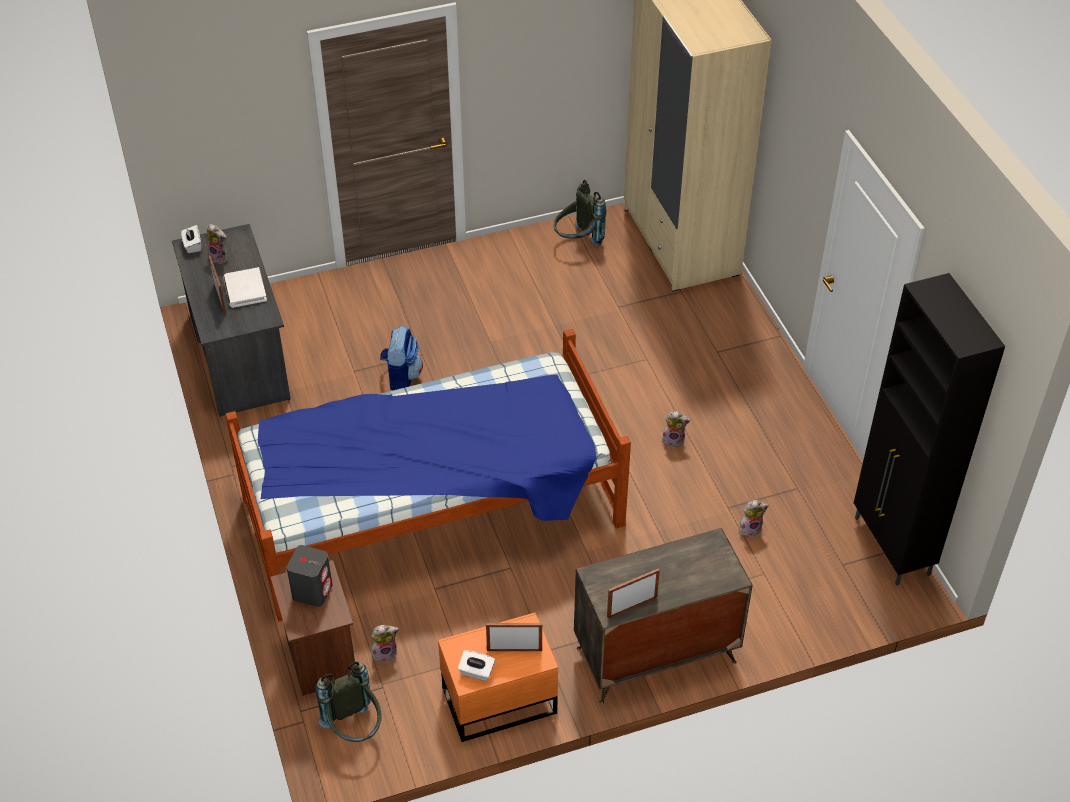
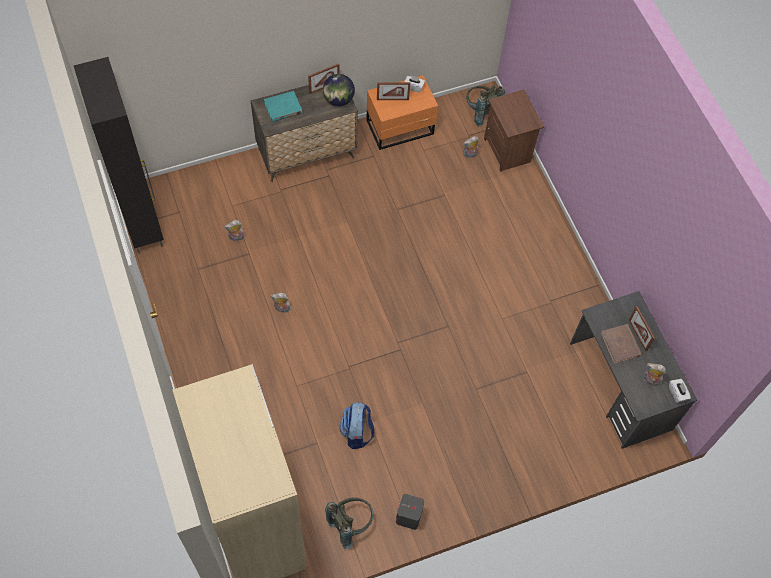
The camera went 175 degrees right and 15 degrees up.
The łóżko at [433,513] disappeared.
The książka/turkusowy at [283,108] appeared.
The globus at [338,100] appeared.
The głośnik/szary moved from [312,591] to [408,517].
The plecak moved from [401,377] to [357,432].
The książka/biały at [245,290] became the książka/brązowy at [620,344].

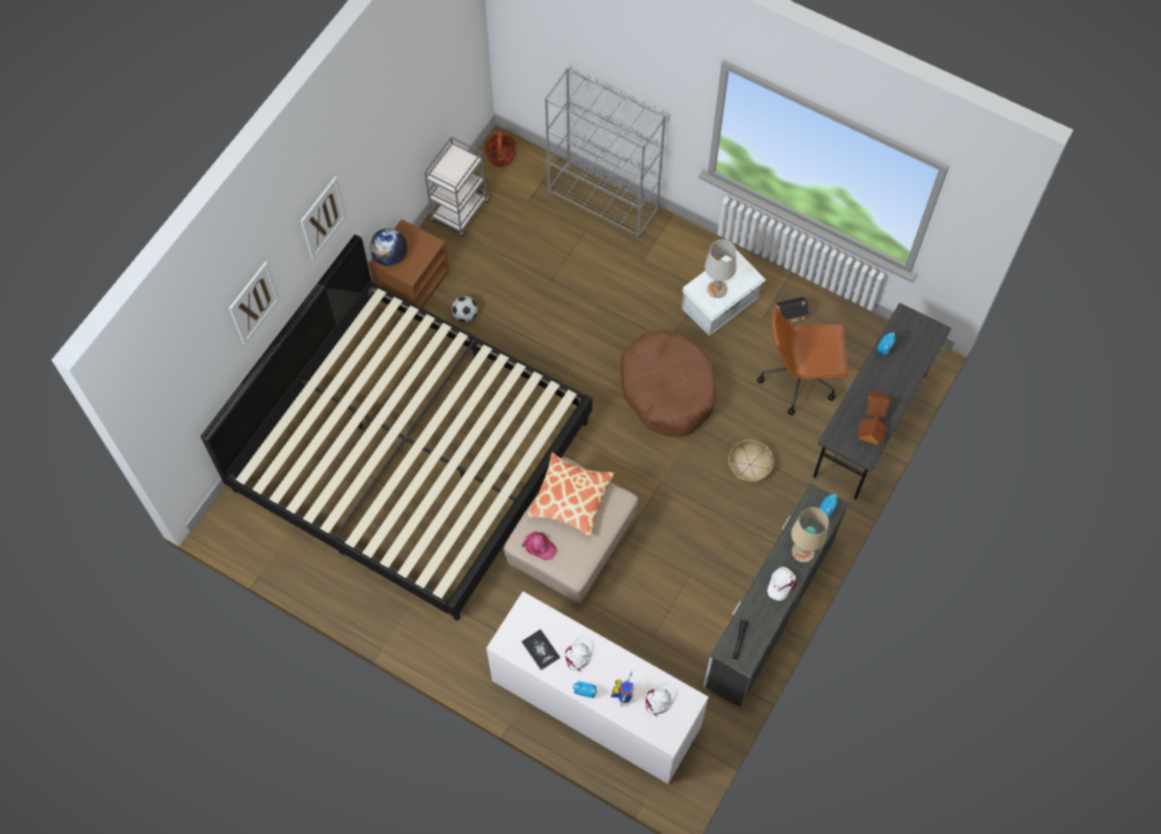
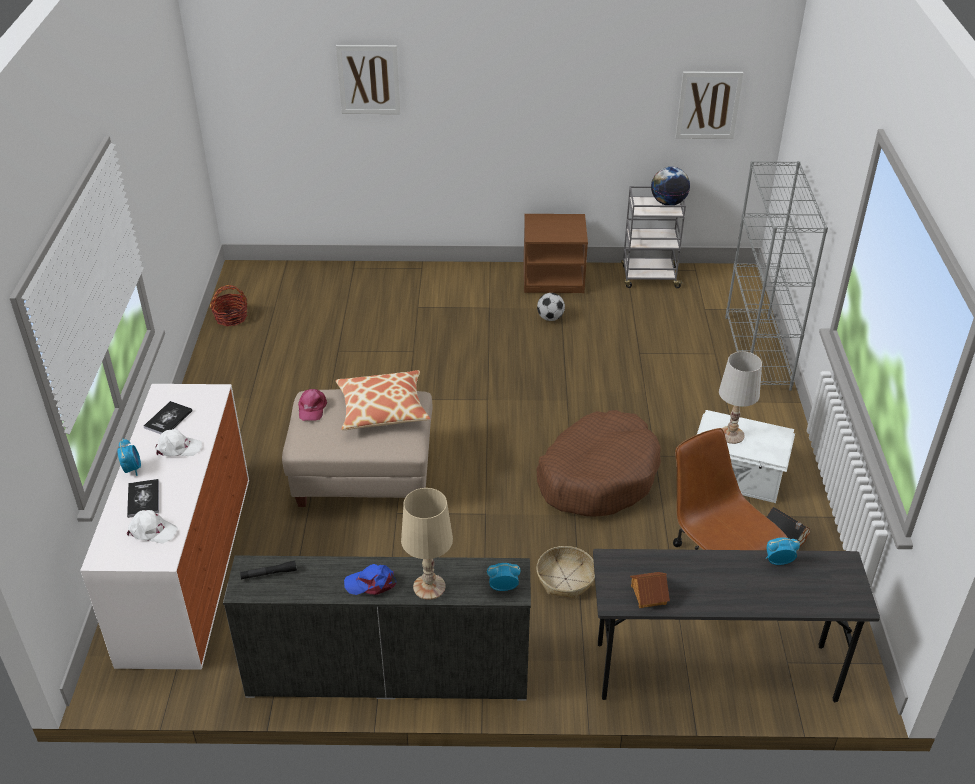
The camera went 60 degrees right and 25 degrees down.
The łóżko at [411,454] disappeared.
The domek at [875,407] disappeared.
The obraz moved from [323,218] to [708,105].
The globus moved from [390,256] to [668,203].
The koszyk moved from [501,155] to [231,317].
The robot zabawkowy at [623,695] was replaced by the książka at [143,499].
The czapka z daszkiem/biały at [781,583] became the czapka z daszkiem/niebieski at [371,583].

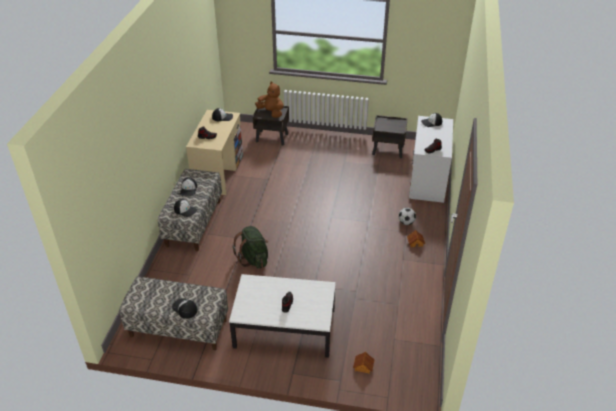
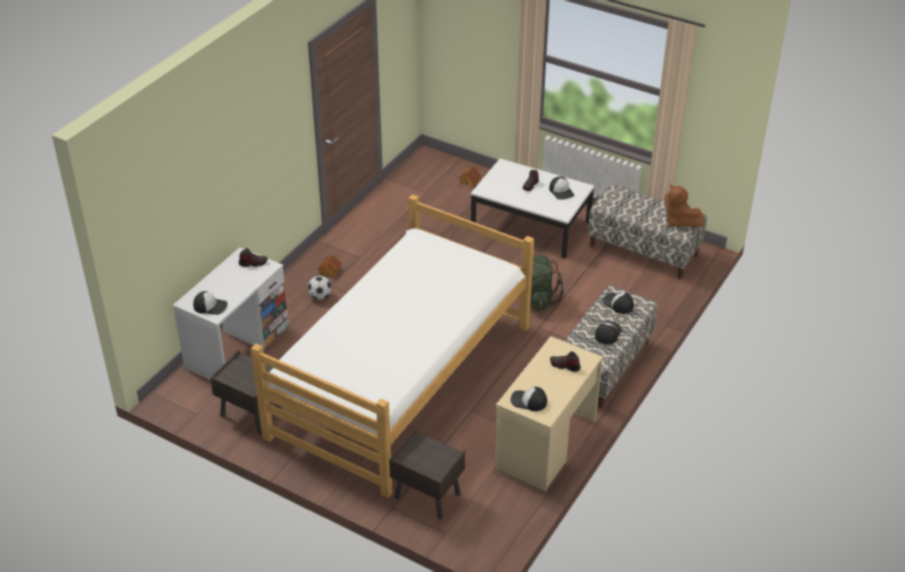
The camera went 160 degrees left and 0 degrees up.
The łóżko at [401,380] appeared.
The czapka z daszkiem moved from [184,309] to [561,191].
The pluszak/brązowy moved from [271,112] to [679,222].

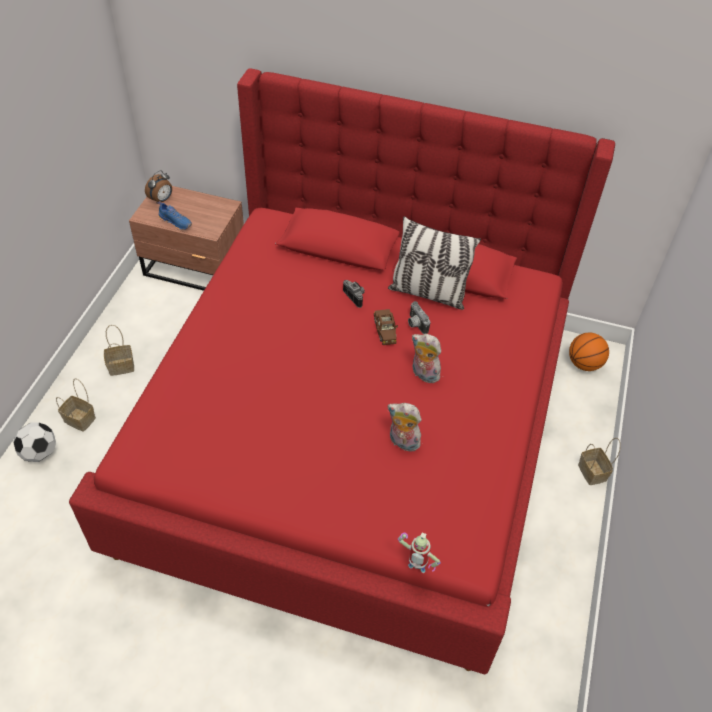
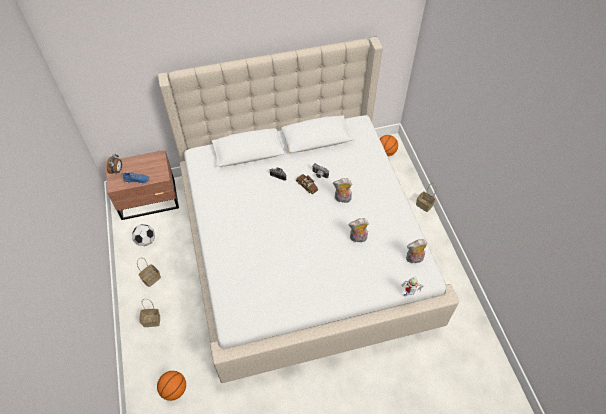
The camera went 30 degrees left and 5 degrees up.
The poduszka at [428,293] disappeared.
The piłka do koszykówki at [174,389] appeared.
The pluszak at [414,259] appeared.
The piłka futbolowa moved from [40,453] to [146,240].
The łóżko/czerwony at [353,434] became the łóżko/beżowy at [303,247].

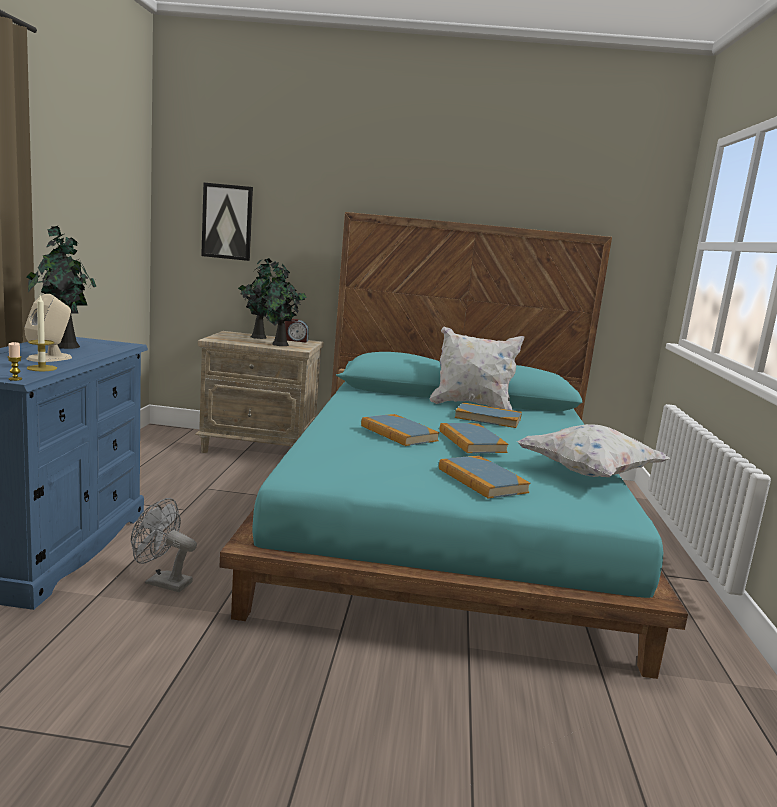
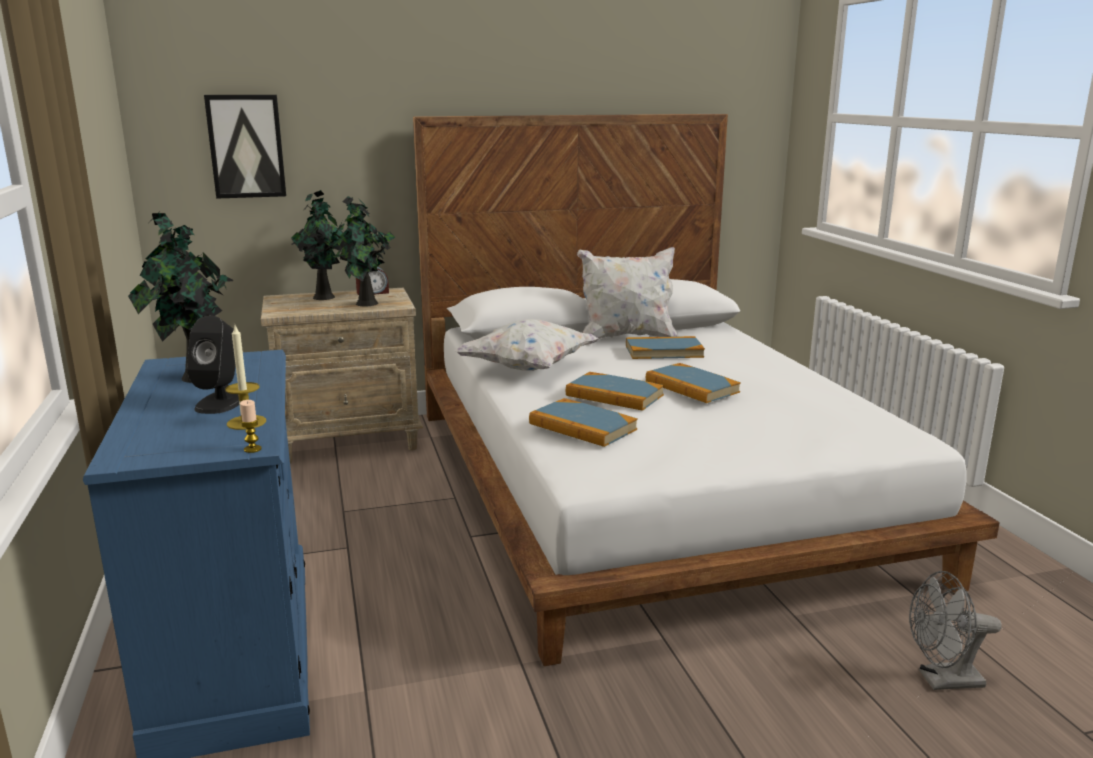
The camera went 20 degrees left and 5 degrees up.
The wentylator/szary moved from [162,582] to [942,681].
The książka moved from [482,480] to [582,427].
The poduszka/biały moved from [589,474] to [528,368].
The głośnik/beżowy at [50,358] became the głośnik/czarny at [221,402].
The łóżko/turkusowy at [446,528] became the łóżko/biały at [648,486].

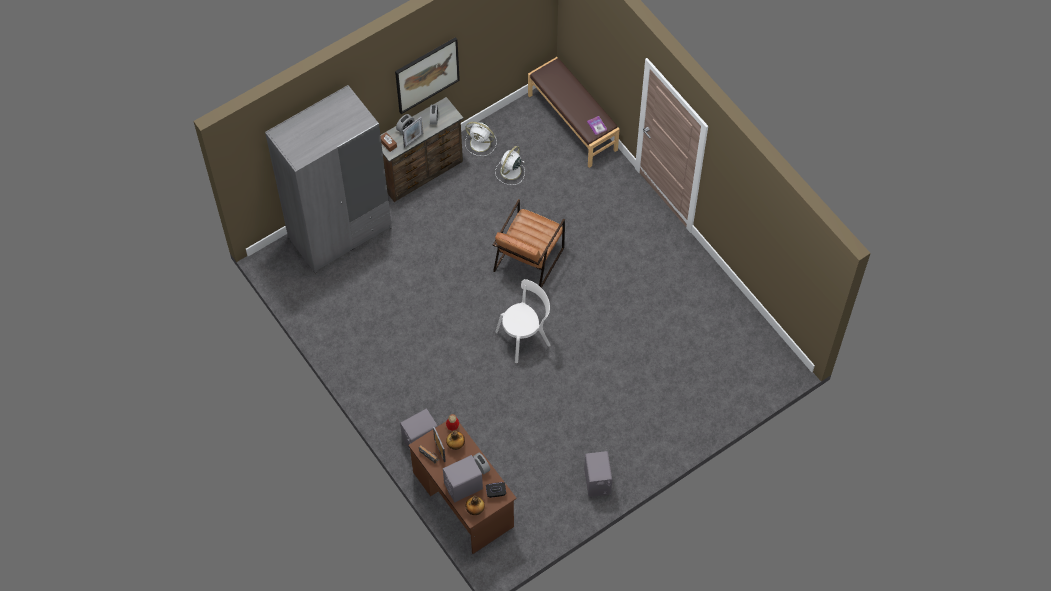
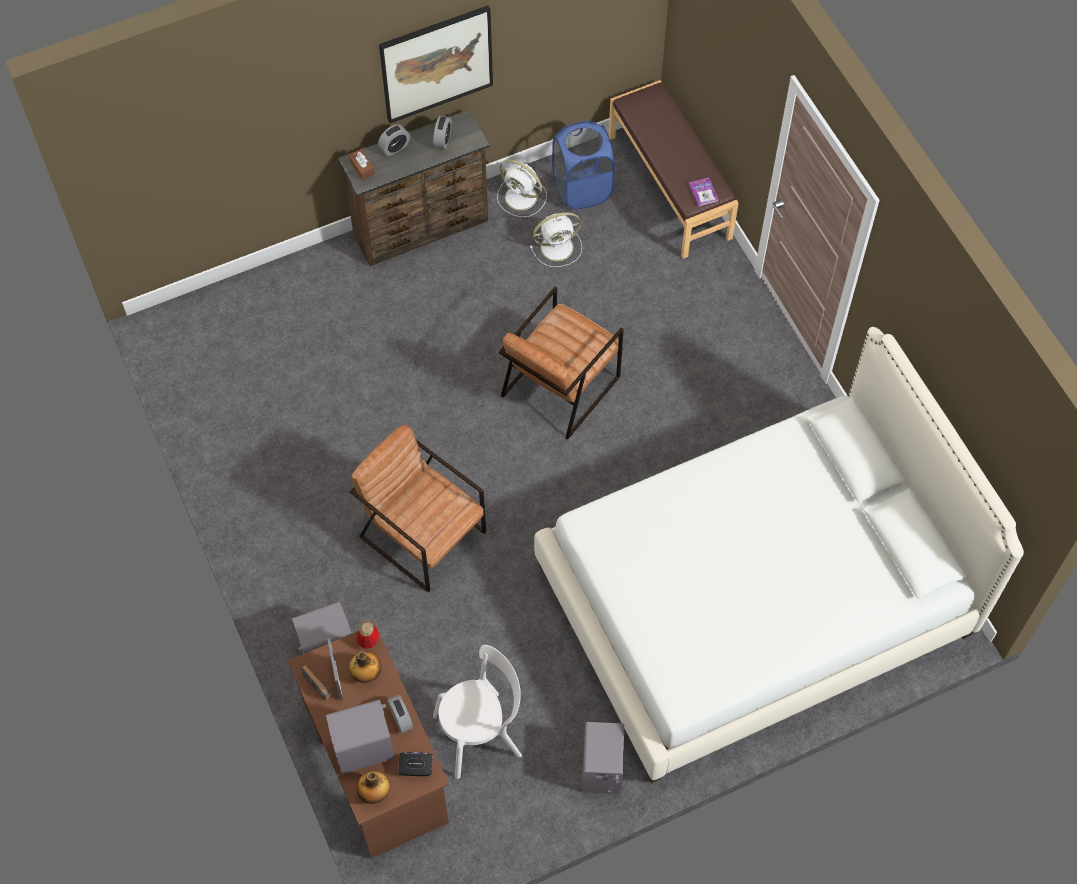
The camera went 10 degrees right and 0 degrees up.
The szafa/szary at [340,233] disappeared.
The ramka na zdjęcie at [413,140] disappeared.
The fotel/brązowy at [423,533] appeared.
The łóżko/biały at [755,599] appeared.
The kosz na pranie/niebieski at [582,189] appeared.
The krzesło/biały moved from [525,337] to [481,733].
The wentylator/biały at [510,171] turned 150 degrees counterclockwise.

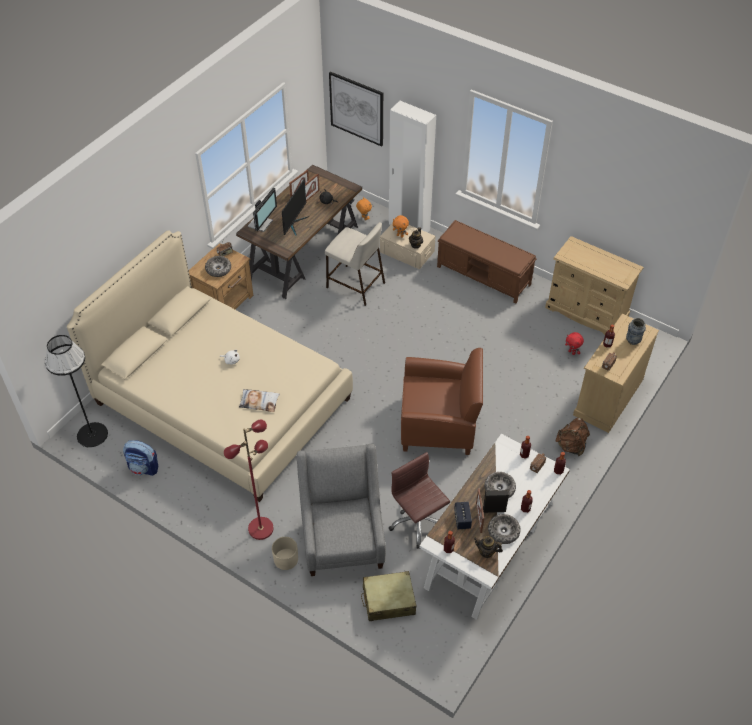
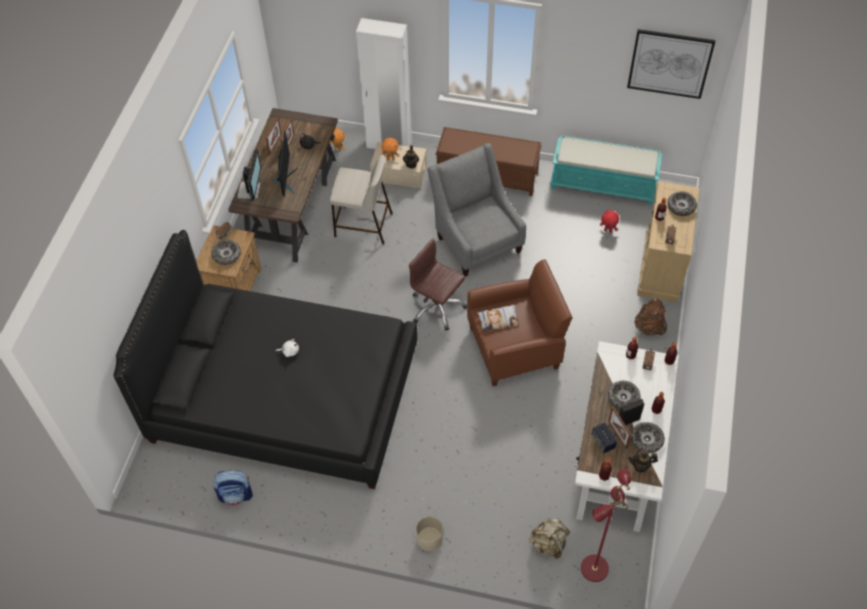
The camera went 20 degrees left and 5 degrees up.
The lampa stojąca/czarny at [92,434] disappeared.
The lampa stojąca/czerwony moved from [260,528] to [593,568].
The poduszka moved from [259,402] to [498,319].
The fotel/szary moved from [343,538] to [476,240].
The obraz moved from [357,108] to [670,63].
The krzesło biurowe/brązowy moved from [418,522] to [437,308].
The walizka/beżowy at [388,600] was replaced by the plecak/beżowy at [548,544].
The komoda/beżowy at [586,312] was replaced by the ławka/turkusowy at [603,184].
The wazon at [633,341] was replaced by the miska at [681,206].
The łóżko/beżowy at [222,401] became the łóżko/czarny at [284,395].

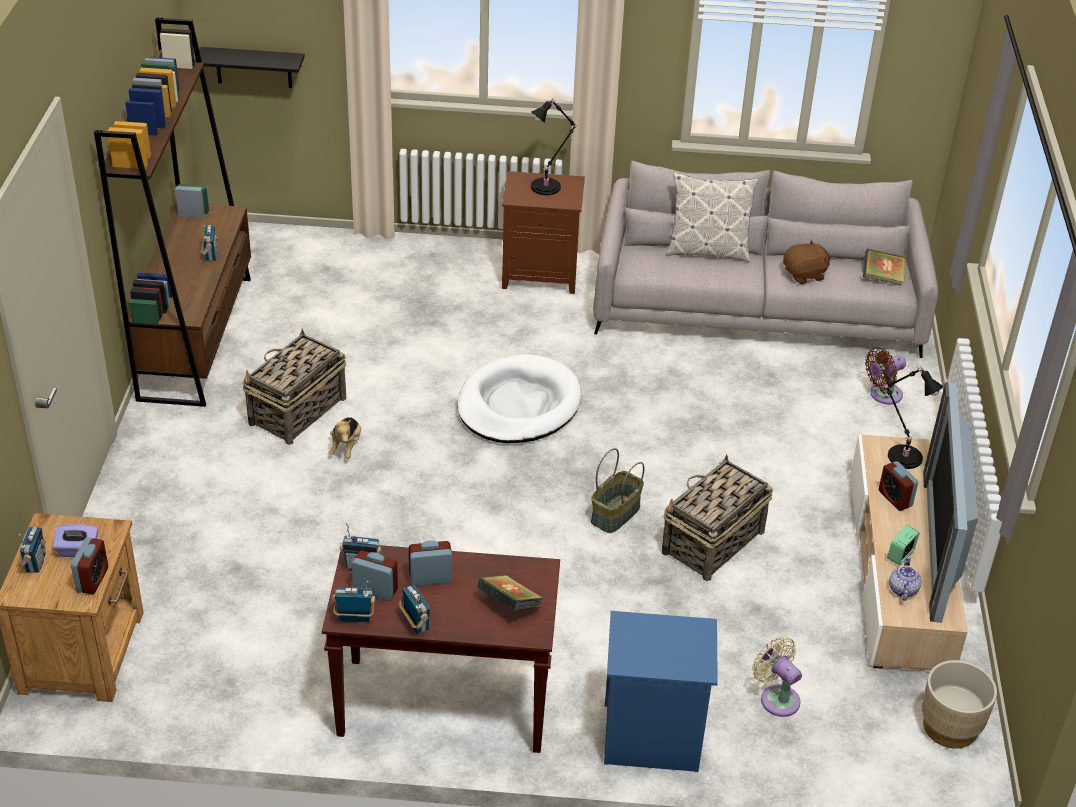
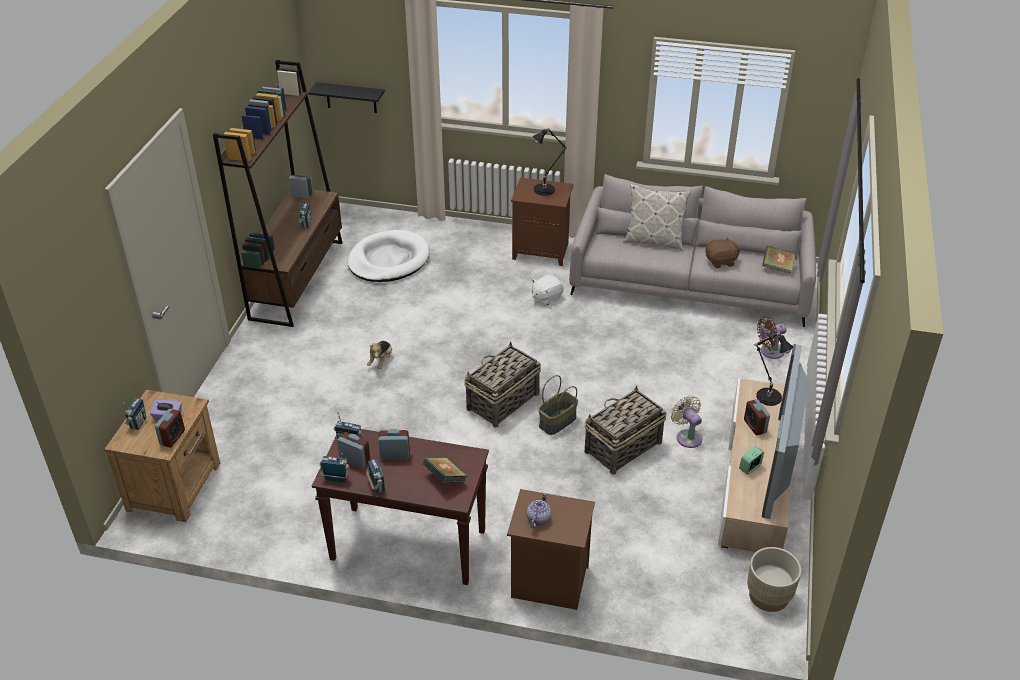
The camera went 10 degrees right and 0 degrees up.
The pluszak/biały at [546,297] appeared.
The koszyk moved from [297,411] to [502,402].
The legowisko/biały moved from [518,405] to [388,260].
The wentylator/beżowy moved from [777,698] to [687,436].
The imbryk moved from [902,589] to [538,518].
The szafka nocna/niebieski at [650,738] became the szafka nocna/brązowy at [547,582].

